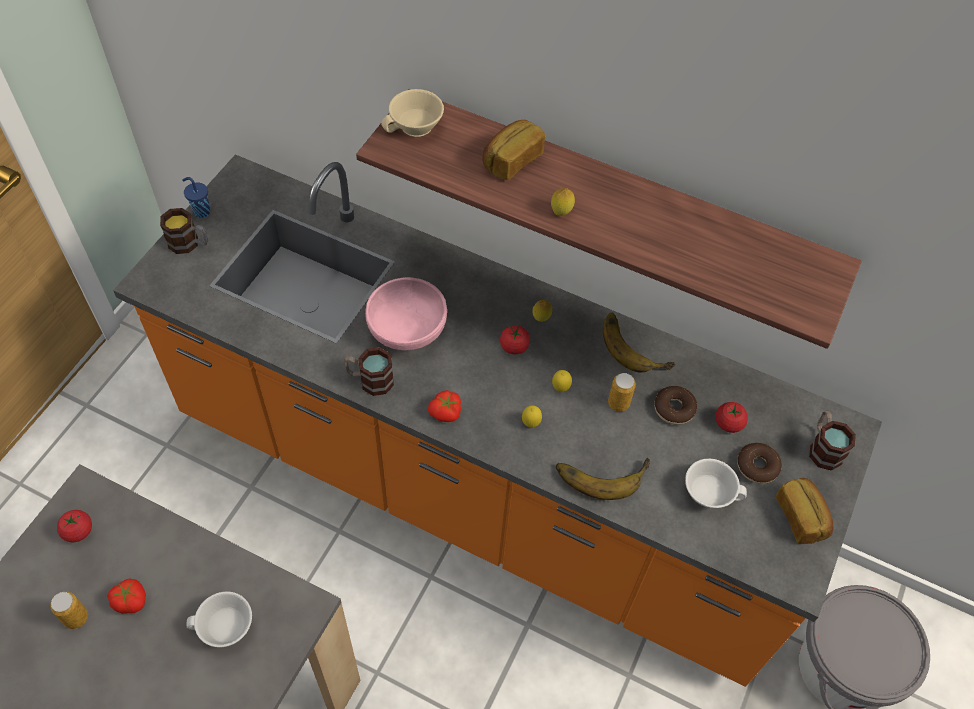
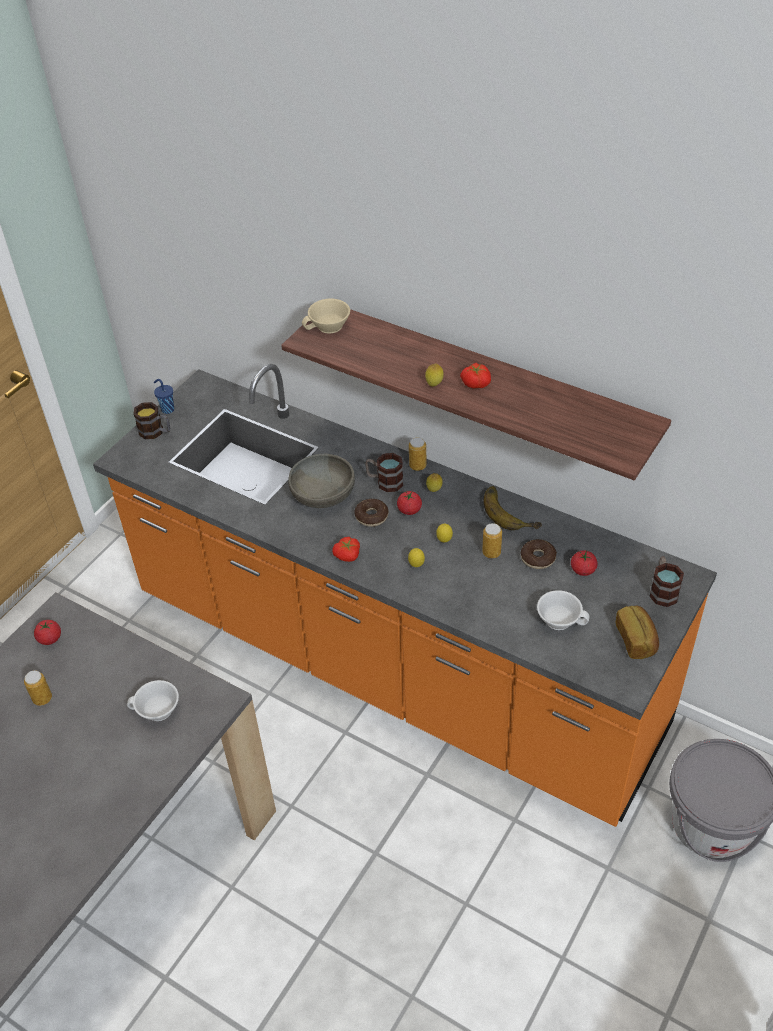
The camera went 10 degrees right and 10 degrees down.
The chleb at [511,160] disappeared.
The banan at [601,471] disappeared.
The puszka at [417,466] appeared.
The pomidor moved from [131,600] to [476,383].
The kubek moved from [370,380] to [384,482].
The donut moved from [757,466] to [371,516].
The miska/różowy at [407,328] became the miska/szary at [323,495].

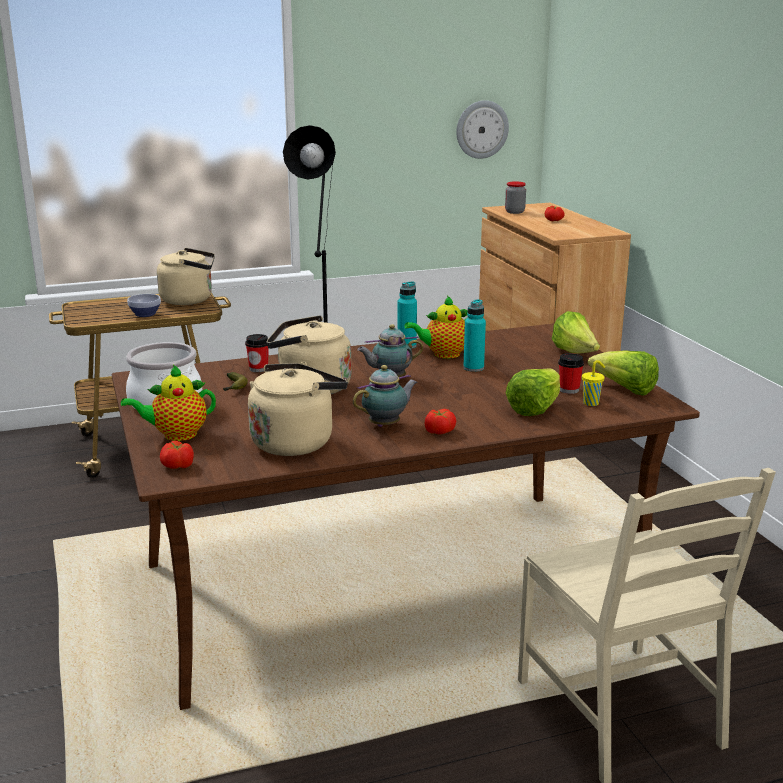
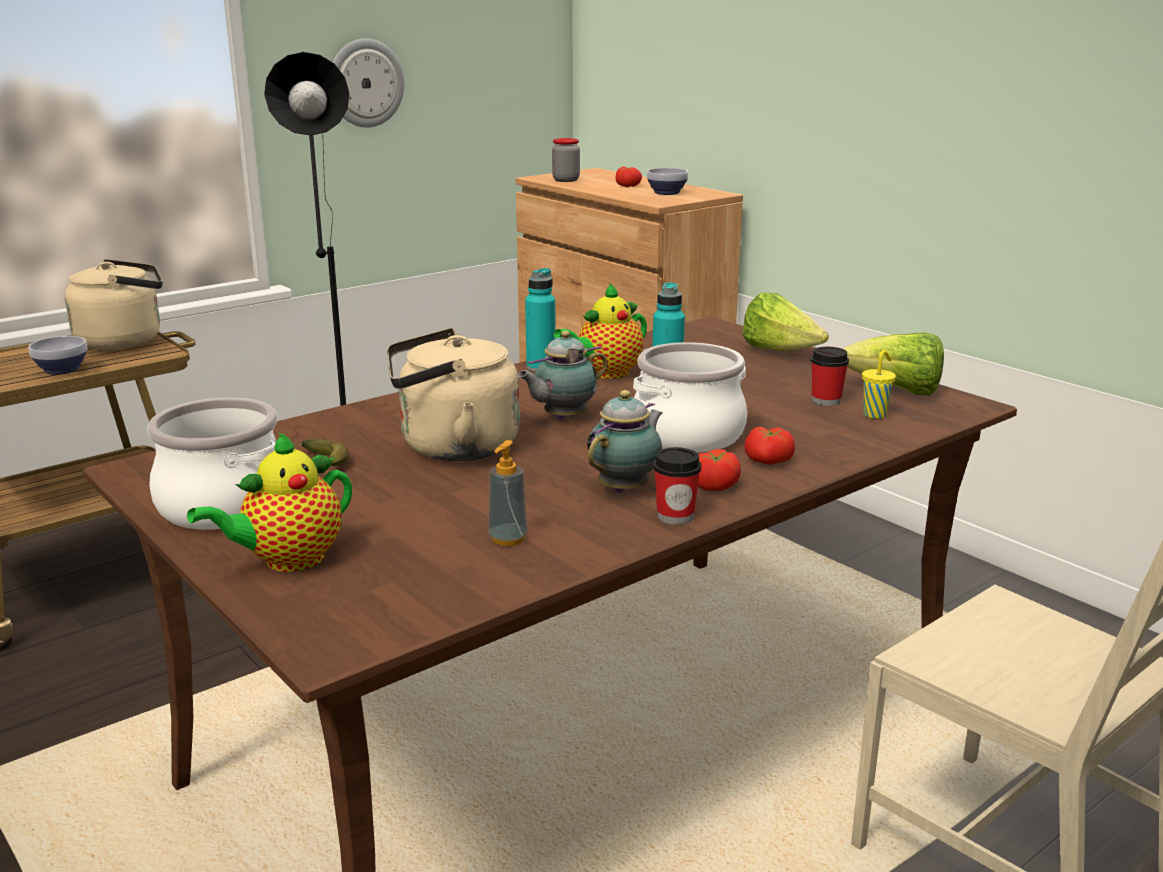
The camera went 20 degrees left and 0 degrees up.
The sałata at [535,409] disappeared.
The garnek at [687,435] appeared.
The miska at [668,193] appeared.
The pomidor moved from [177,466] to [768,461].
The filiżanka moved from [258,369] to [675,516].
The zegar ścienny moved from [481,129] to [365,83].
The czajnik/beżowy at [295,442] was replaced by the dozownik mydła at [508,539].

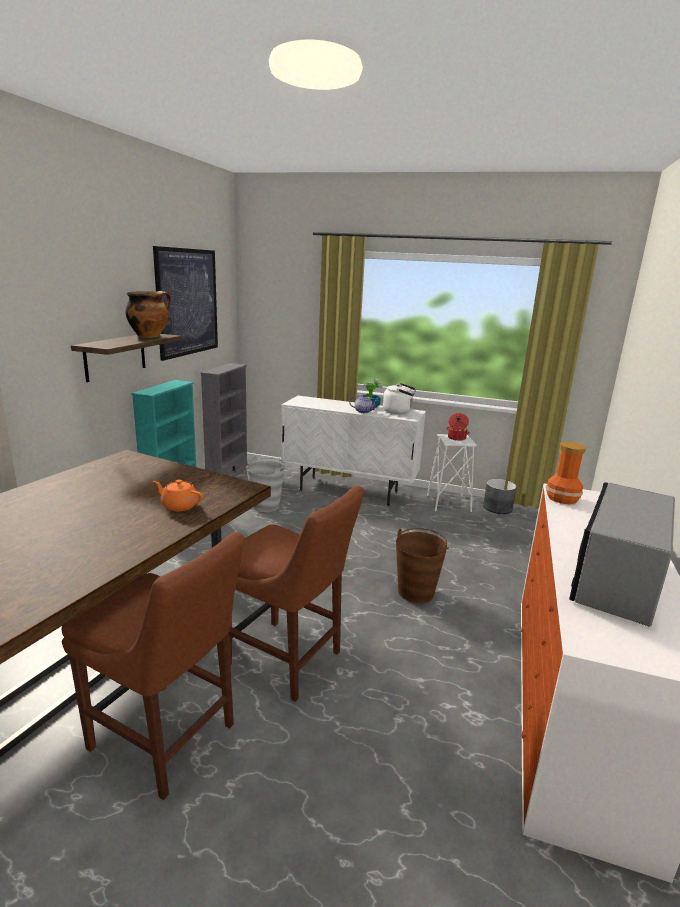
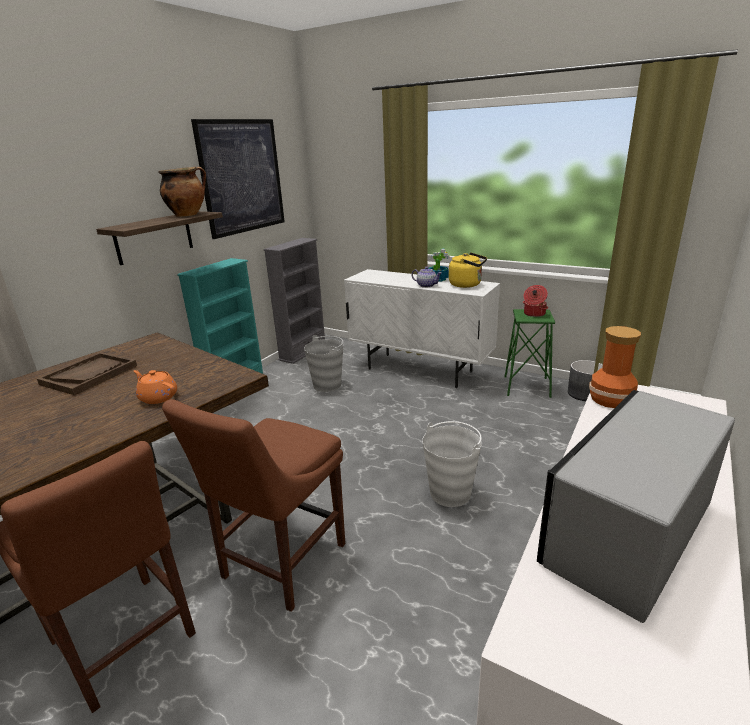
The camera went 15 degrees right and 5 degrees up.
The taca/brązowy at [89,375] appeared.
The czajnik/biały at [399,411] became the czajnik/żółty at [467,285].
The wiadro/brązowy at [416,592] became the wiadro/biały at [450,493].
The stołek/biały at [449,503] became the stołek/zielony at [527,387].
The krzesło/brązowy at [288,661] turned 75 degrees clockwise.

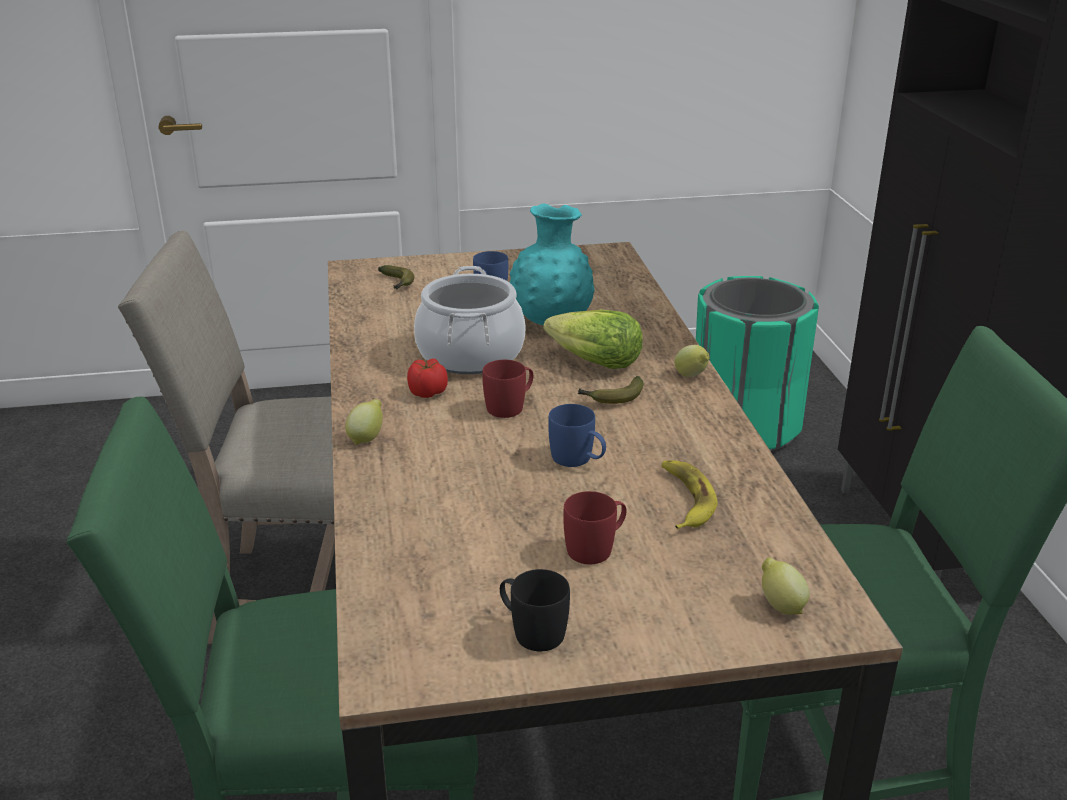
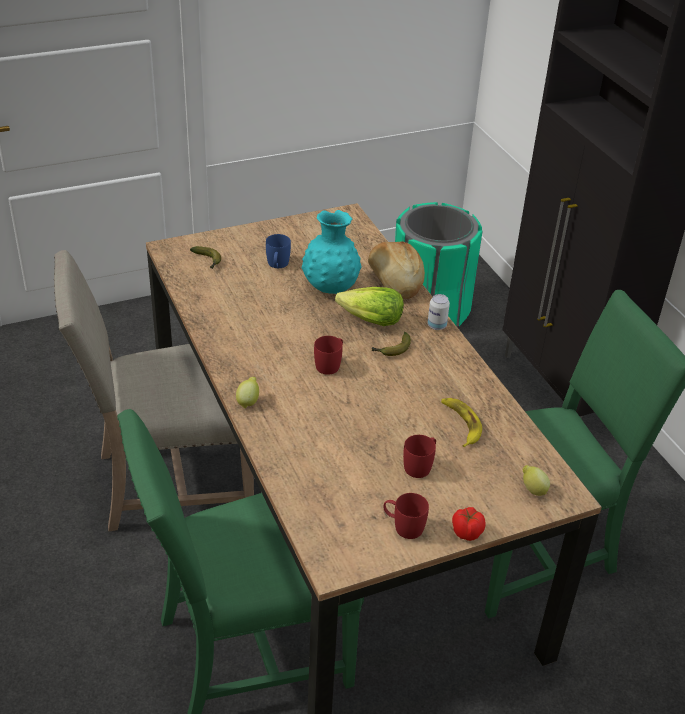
The camera went 15 degrees left and 10 degrees up.
The garnek at [471,354] disappeared.
The kubek/niebieski at [578,460] disappeared.
The chleb at [394,282] appeared.
The pomidor moved from [427,392] to [466,532].
The cytryna at [691,376] was replaced by the puszka at [436,326].
The kubek/czarny at [531,630] became the kubek/czerwony at [403,526].

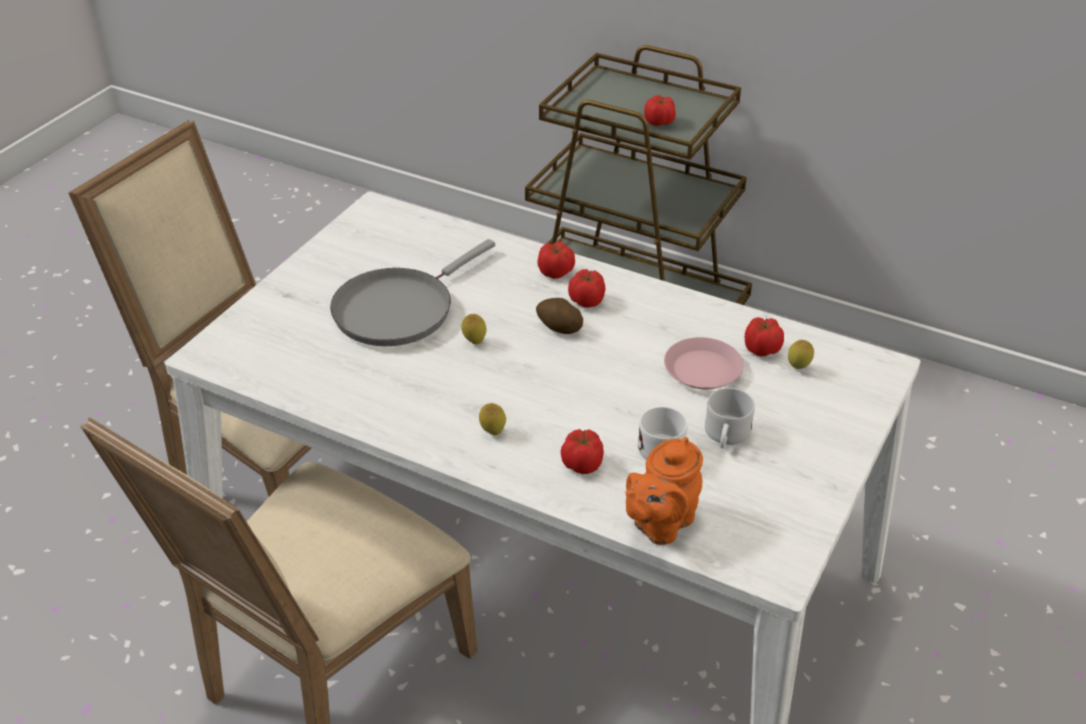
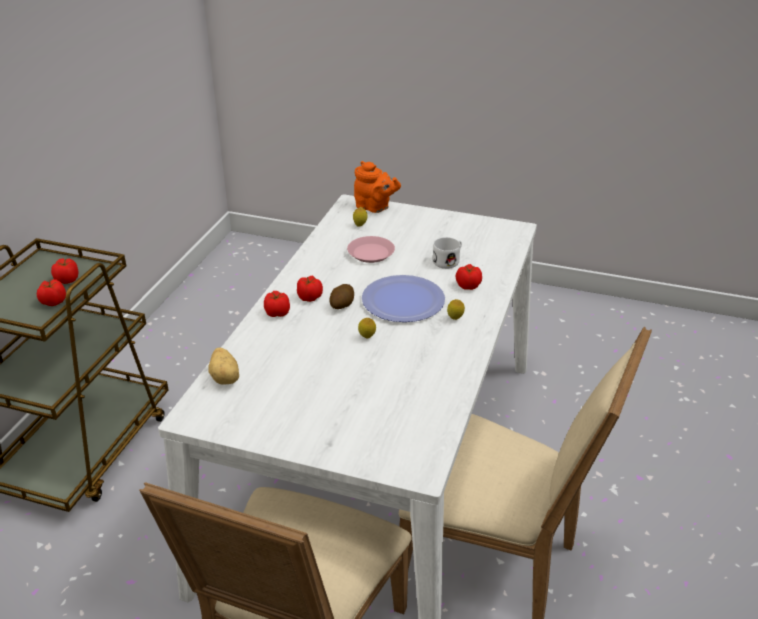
The camera went 100 degrees left and 5 degrees down.
The patelnia/szary at [398,309] disappeared.
The kubek/biały at [726,437] disappeared.
The ziemniak at [225,378] appeared.
The talerz at [403,300] appeared.
The imbryk/pomarańczowy moved from [660,524] to [375,207].
The pomidor moved from [761,348] to [53,302].

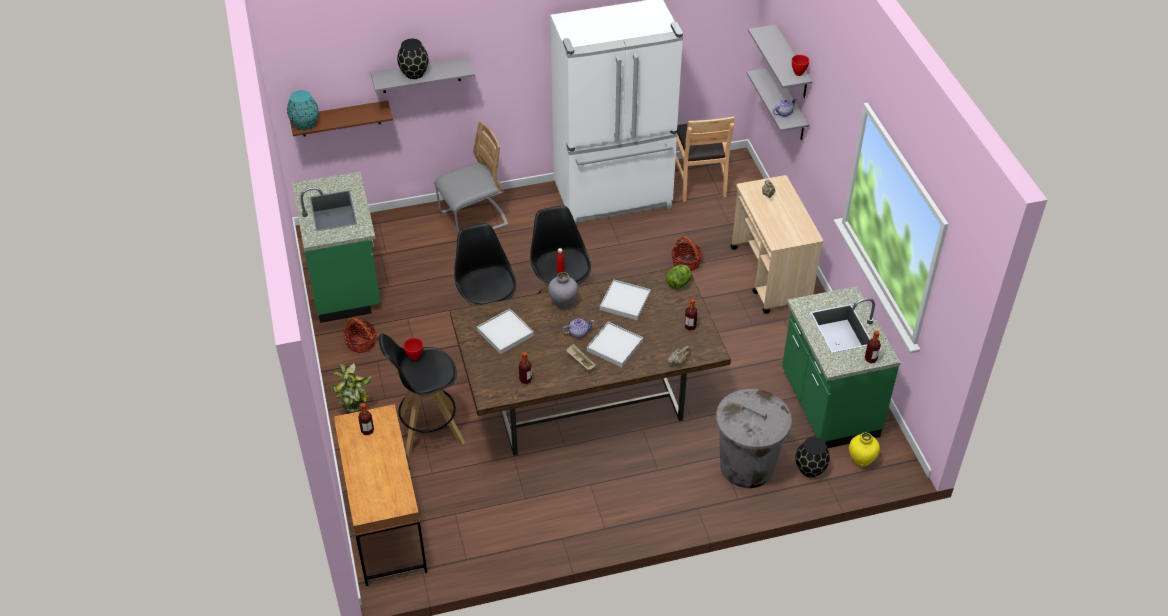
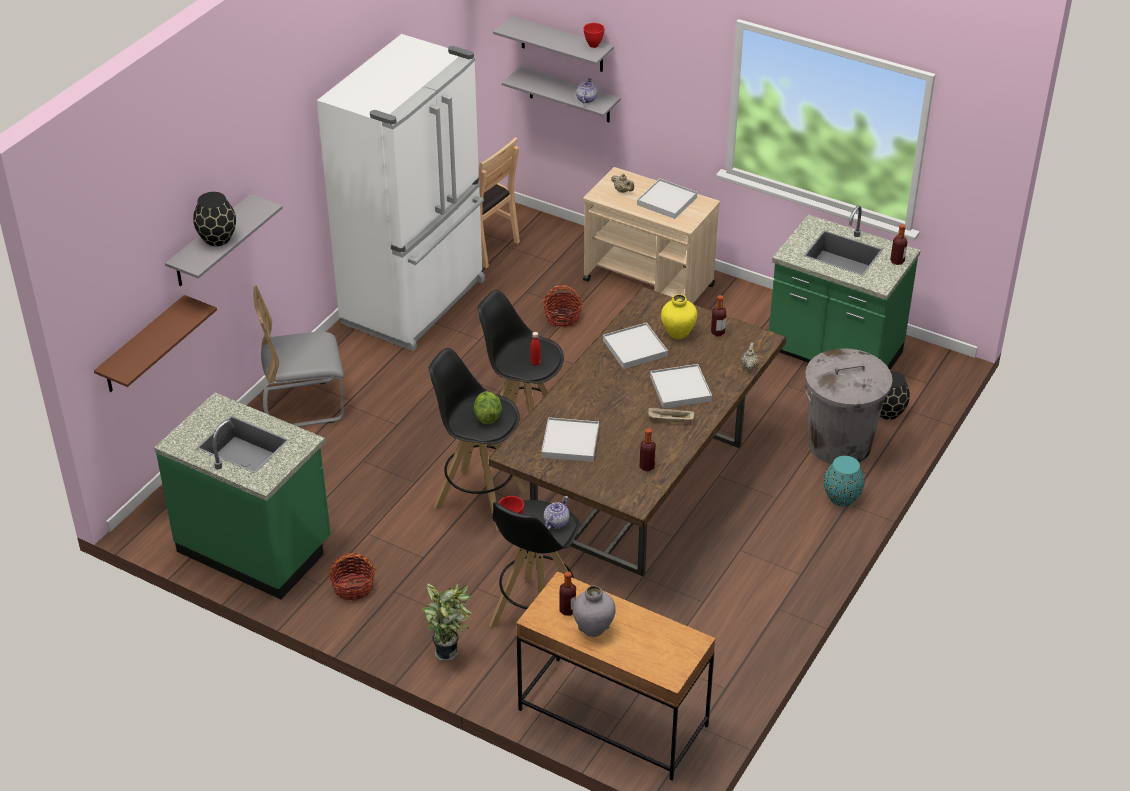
The camera went 45 degrees left and 5 degrees down.
The taca/biały at [667,201] appeared.
The wazon/turkusowy moved from [304,124] to [841,498].
The wazon/szary moved from [563,302] to [593,628].
The imbryk moved from [578,333] to [556,522].
The sałata moved from [679,283] to [487,416].
The wazon/żółty moved from [861,460] to [678,333].
The krzesło/szary at [473,219] turned 120 degrees counterclockwise.

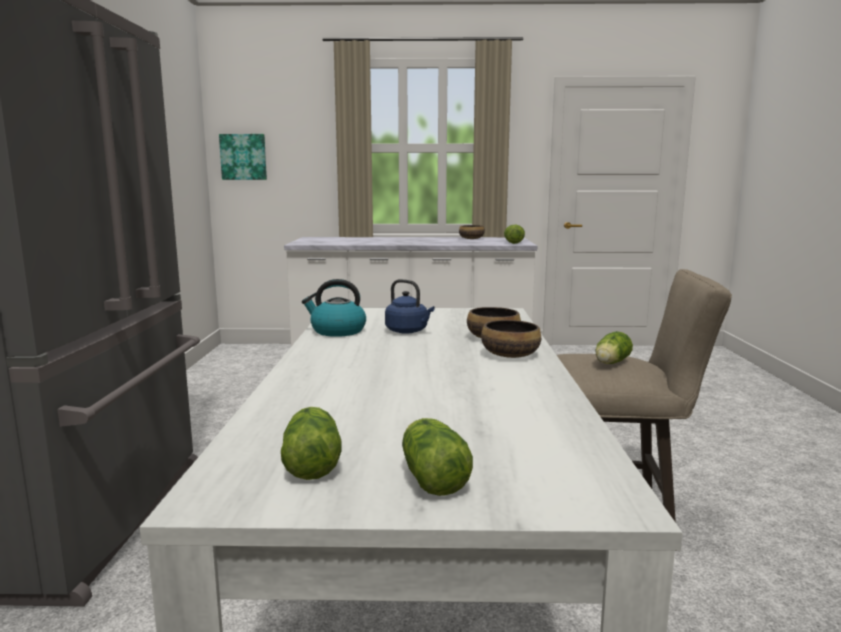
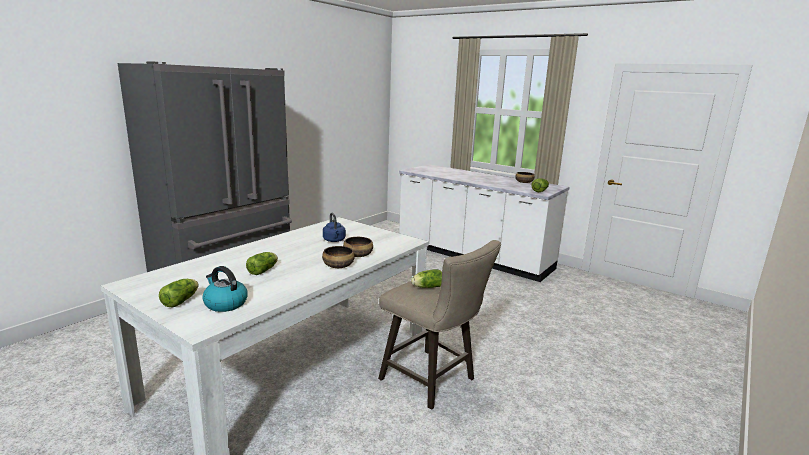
The camera went 35 degrees right and 5 degrees up.
The obraz at [243,157] disappeared.
The sałata moved from [312,462] to [264,270].
The czajnik moved from [337,331] to [225,304].

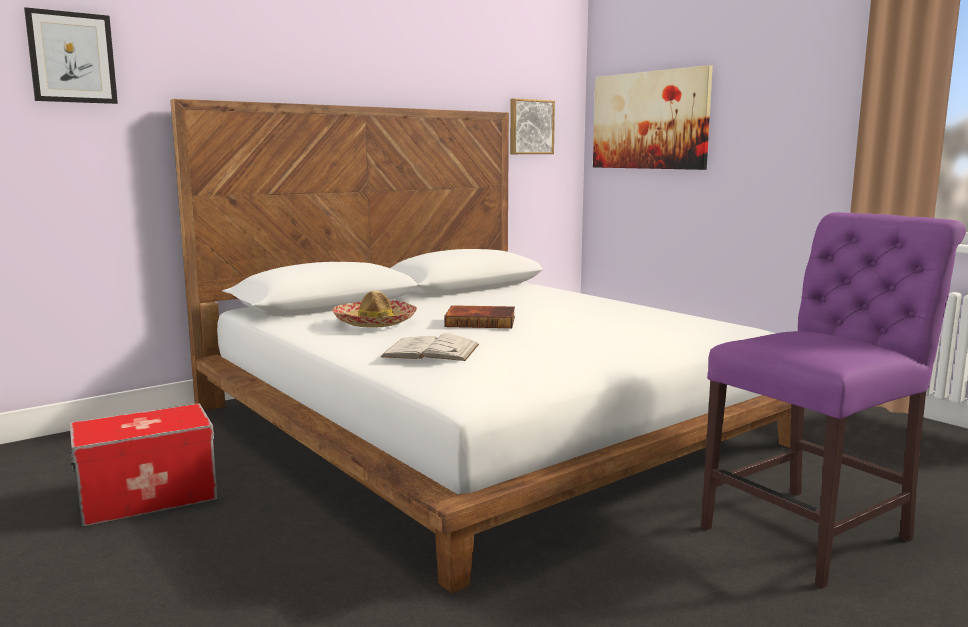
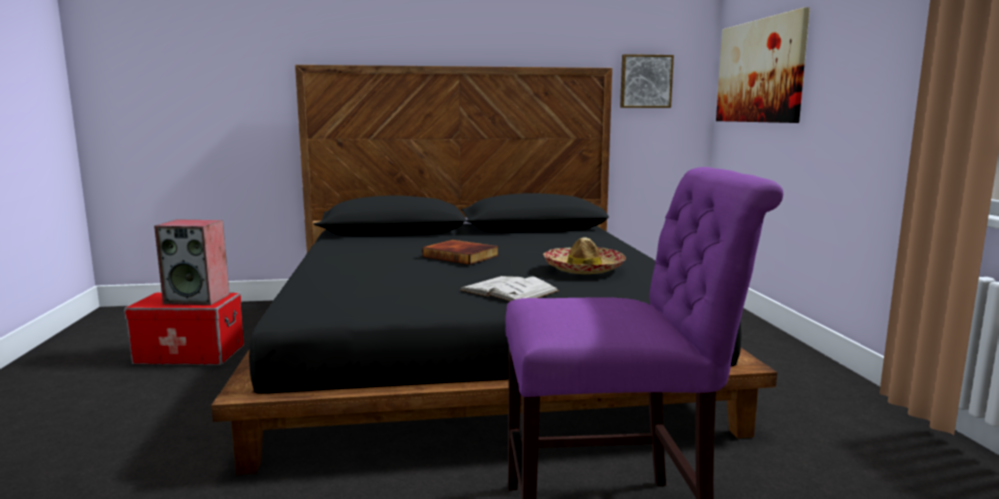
The camera went 30 degrees right and 0 degrees up.
The obraz at [72,57] disappeared.
The głośnik at [198,299] appeared.
The kapelusz moved from [375,322] to [583,269].
The książka/biały moved from [431,350] to [509,290].
The łóżko/biały at [484,425] became the łóżko/czarny at [478,351].

